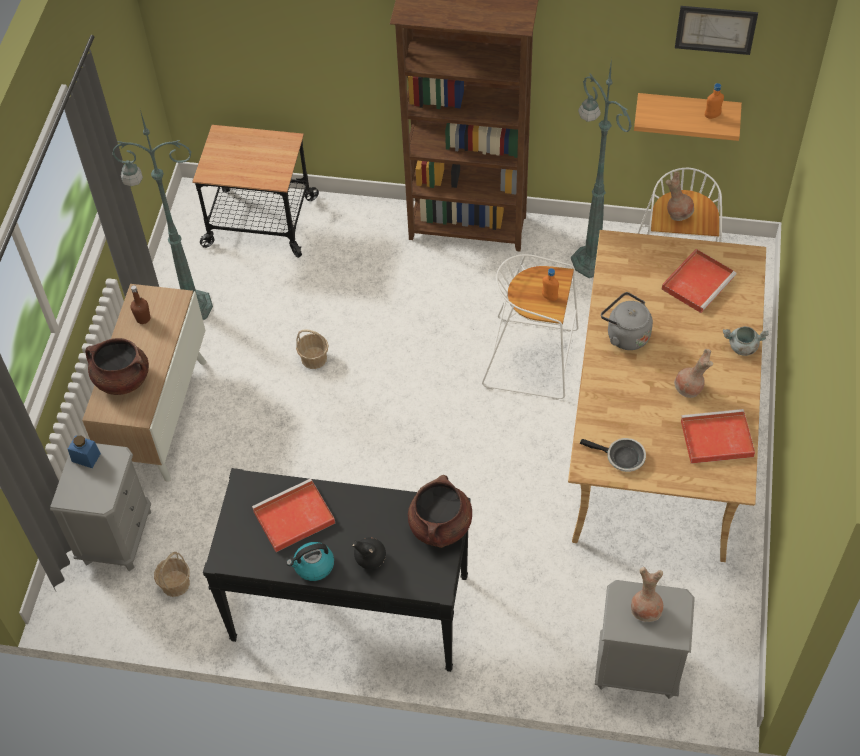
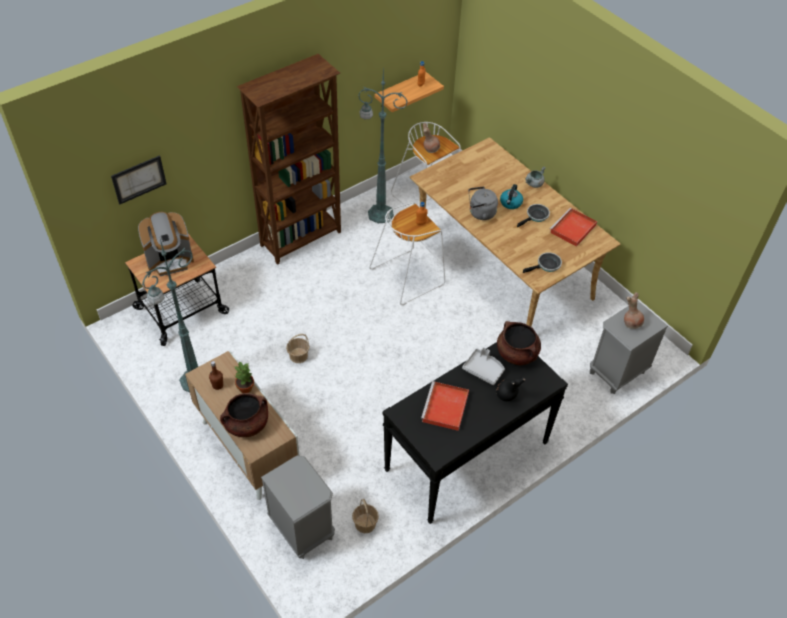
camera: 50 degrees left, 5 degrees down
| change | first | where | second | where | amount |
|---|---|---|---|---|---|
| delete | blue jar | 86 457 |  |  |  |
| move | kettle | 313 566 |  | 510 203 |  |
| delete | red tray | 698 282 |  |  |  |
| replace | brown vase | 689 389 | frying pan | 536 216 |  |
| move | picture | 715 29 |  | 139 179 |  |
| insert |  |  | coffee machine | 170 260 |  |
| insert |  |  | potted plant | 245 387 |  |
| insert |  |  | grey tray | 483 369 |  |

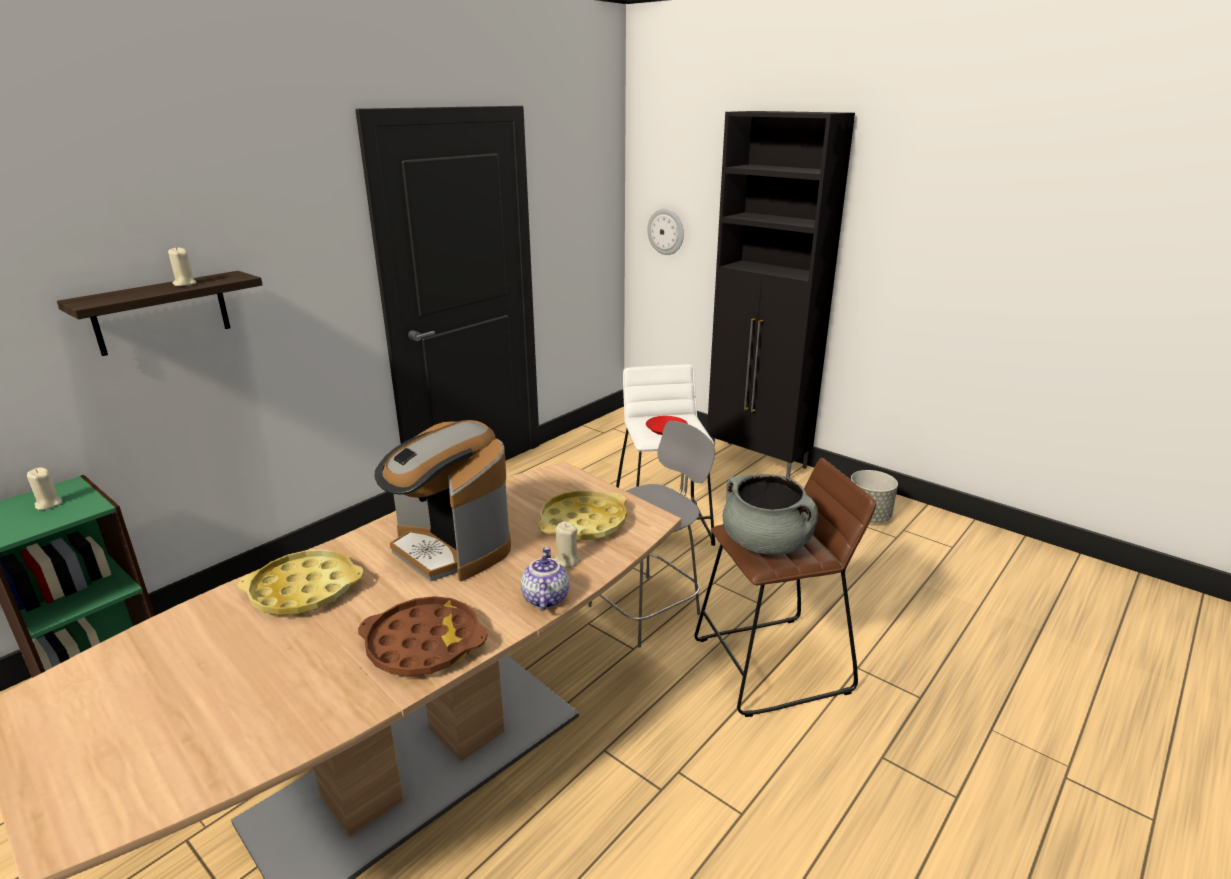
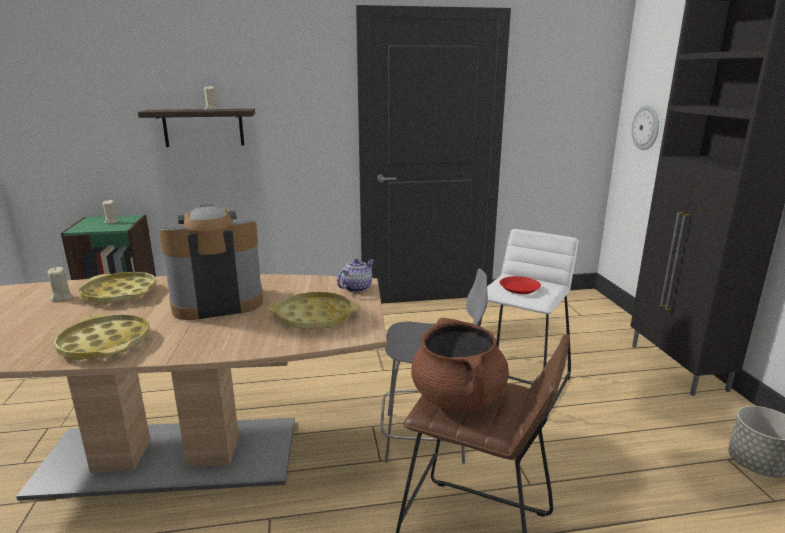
camera: 40 degrees right, 5 degrees down
| change | first | where | second | where | amount |
|---|---|---|---|---|---|
| recolor | brown tray | 424 644 | yellow tray | 105 343 |  |
| rotate | coffee machine | 451 548 |  | 217 301 | 75 degrees clockwise |
| move | teapot | 544 598 |  | 356 288 |  |
| move | beige candle | 566 561 |  | 61 297 |  |
| recolor | grey cooking pot | 766 544 | brown cooking pot | 458 398 |  |

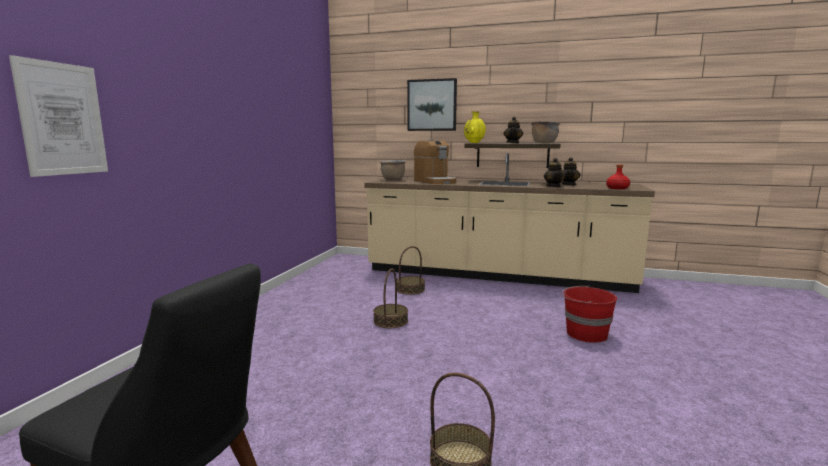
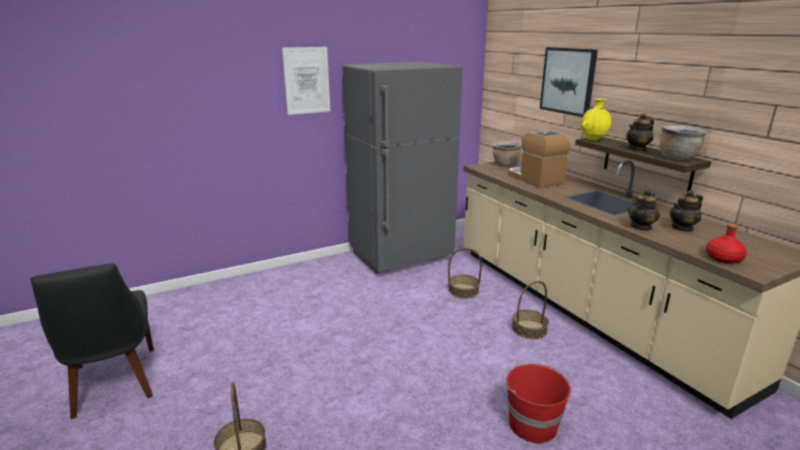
camera: 45 degrees right, 10 degrees up
| change | first | where | second | where | amount |
|---|---|---|---|---|---|
| move | picture | 62 119 |  | 306 80 |  |
| move | basket | 390 321 |  | 529 329 |  |
| rotate | coffee machine | 434 181 |  | 534 179 | 135 degrees clockwise |
| insert |  |  | grey fridge | 402 257 |  |

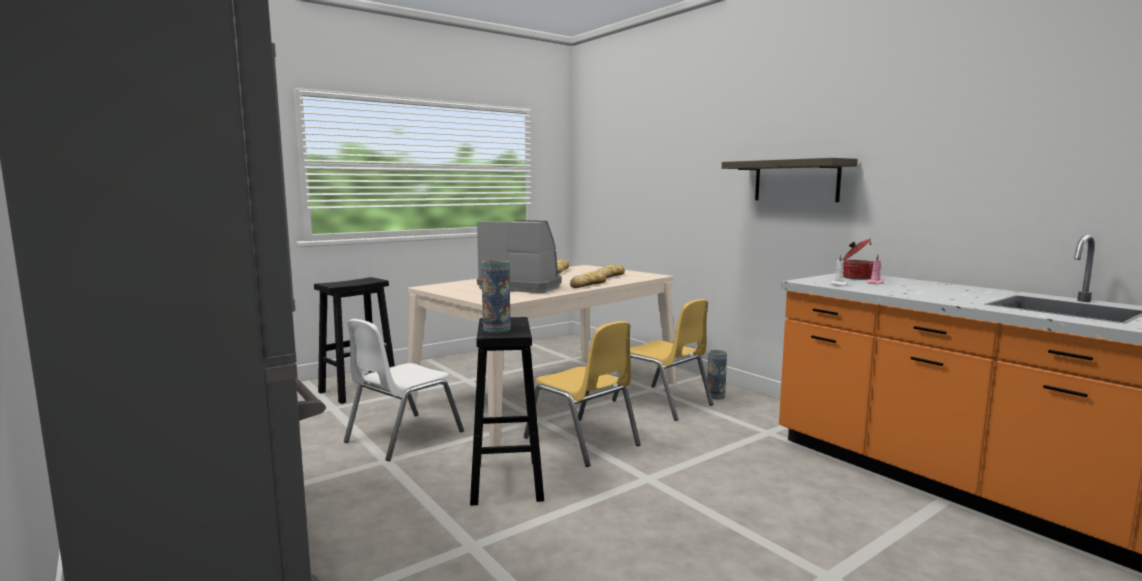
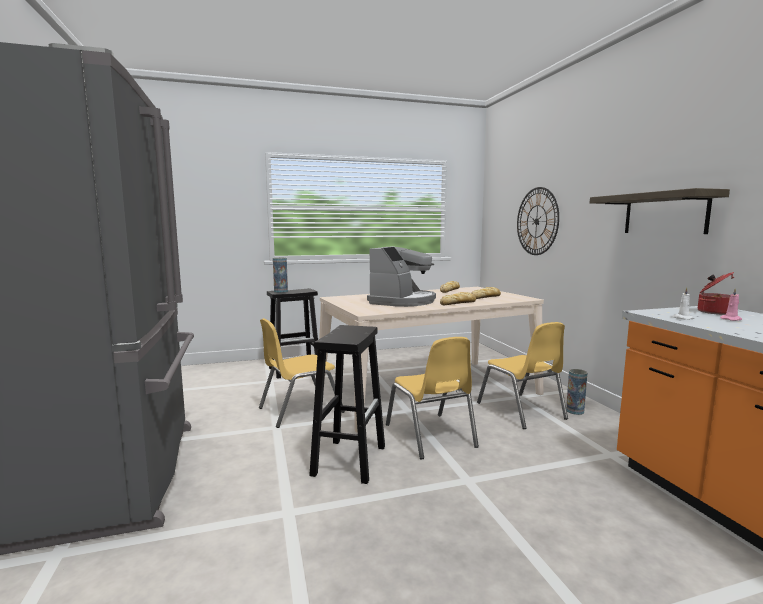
camera: 20 degrees right, 0 degrees up
| change | first | where | second | where | amount |
|---|---|---|---|---|---|
| recolor | white chair | 403 437 | yellow chair | 300 410 |  |
| rotate | coffee machine | 522 286 |  | 403 301 | 75 degrees clockwise |
| move | vase | 496 329 |  | 281 291 |  |
| insert |  |  | wall clock | 536 221 |  |

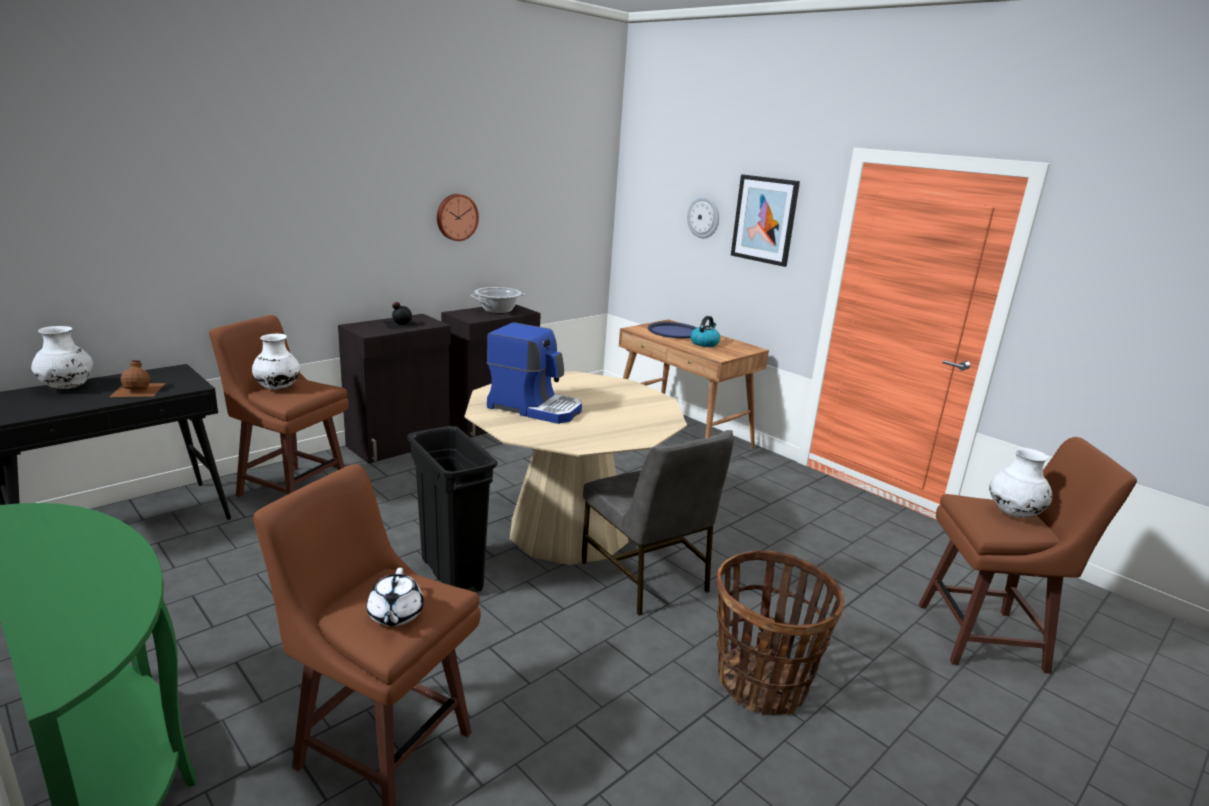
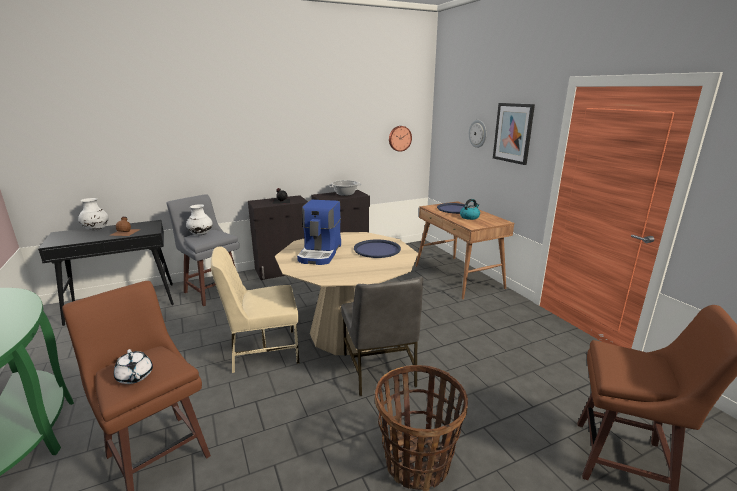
camera: 20 degrees right, 0 degrees up
| change | first | where | second | where | amount |
|---|---|---|---|---|---|
| recolor | brown stool | 291 489 | grey stool | 212 291 |  |
| rotate | white teapot | 395 615 |  | 135 377 | 45 degrees counterclockwise |
| replace | black trash can | 451 574 | beige chair | 263 351 |  |
| move | wall clock | 456 217 |  | 399 138 |  |
| rotate | coffee machine | 535 407 |  | 321 253 | 60 degrees clockwise |
| delete | white vase | 1013 514 |  |  |  |
| insert |  |  | blue tray | 377 249 |  |

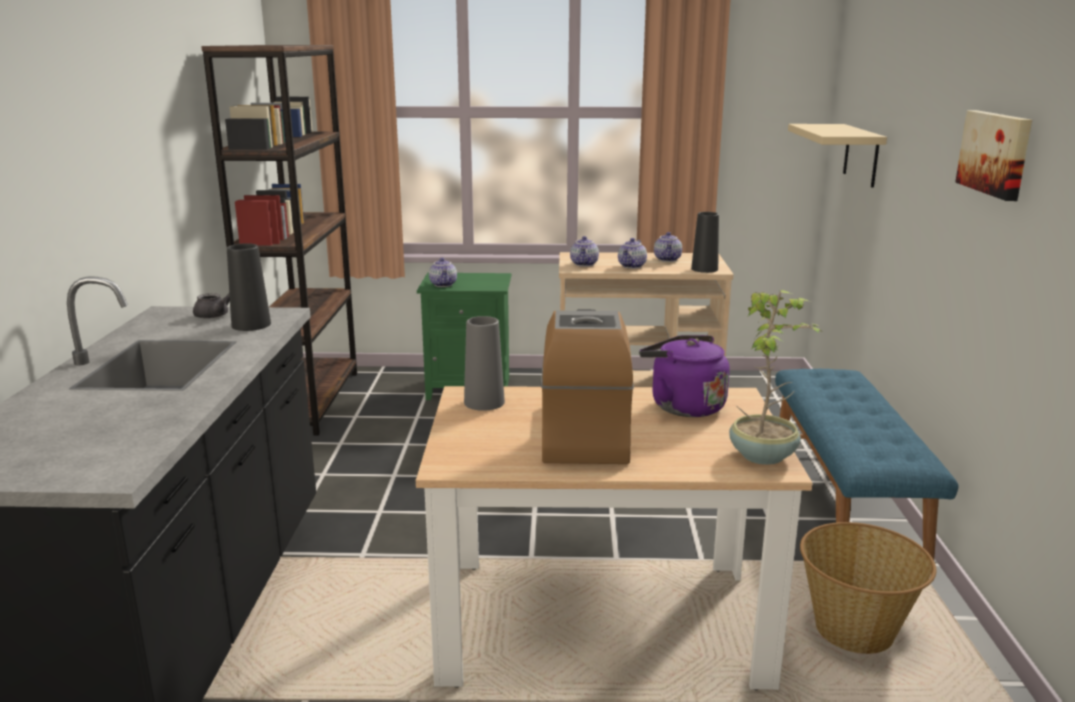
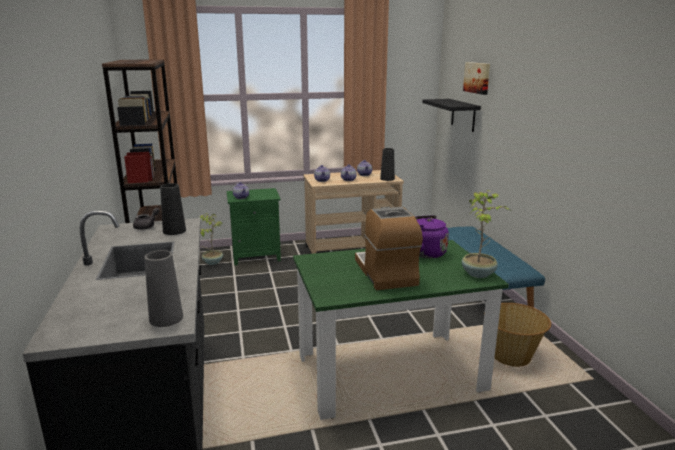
camera: 15 degrees left, 0 degrees up
| change | first | where | second | where | amount |
|---|---|---|---|---|---|
| recolor | beige dining table | 600 623 | green dining table | 390 373 |  |
| move | grey vase | 484 402 |  | 166 318 |  |
| recolor | beige shelf | 861 155 | black shelf | 463 115 |  |
| move | picture | 996 153 |  | 477 78 |  |
| insert |  |  | potted plant | 212 262 |  |

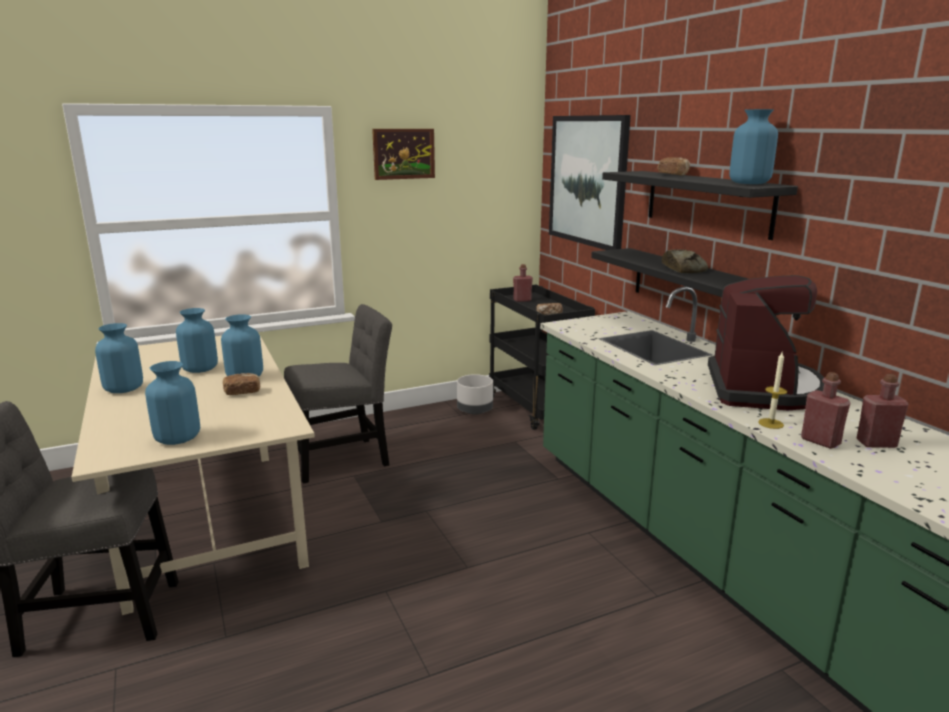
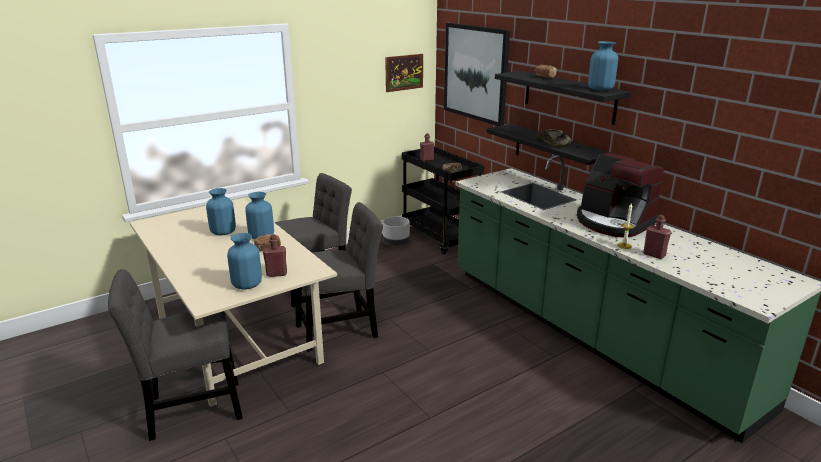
camera: 10 degrees left, 5 degrees up
| change | first | where | second | where | amount |
|---|---|---|---|---|---|
| delete | blue vase | 124 389 |  |  |  |
| move | picture | 404 154 |  | 404 72 |  |
| rotate | coffee machine | 762 389 |  | 613 222 | 135 degrees clockwise |
| move | red bottle | 876 443 |  | 276 274 |  |
| insert |  |  | grey chair | 341 329 |  |

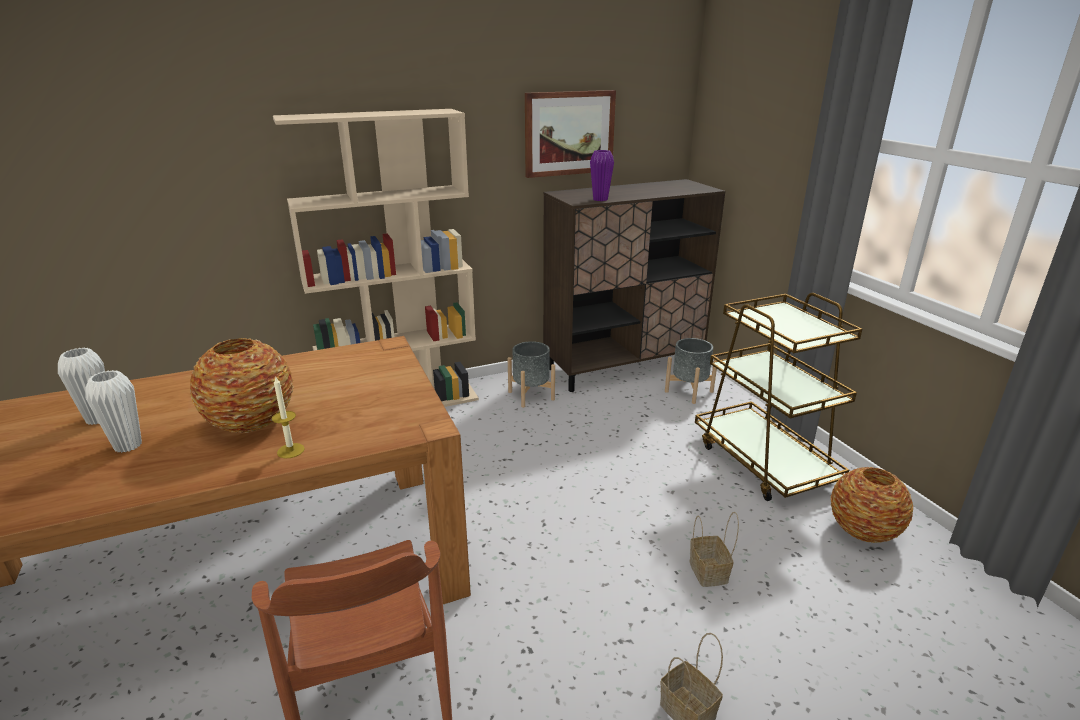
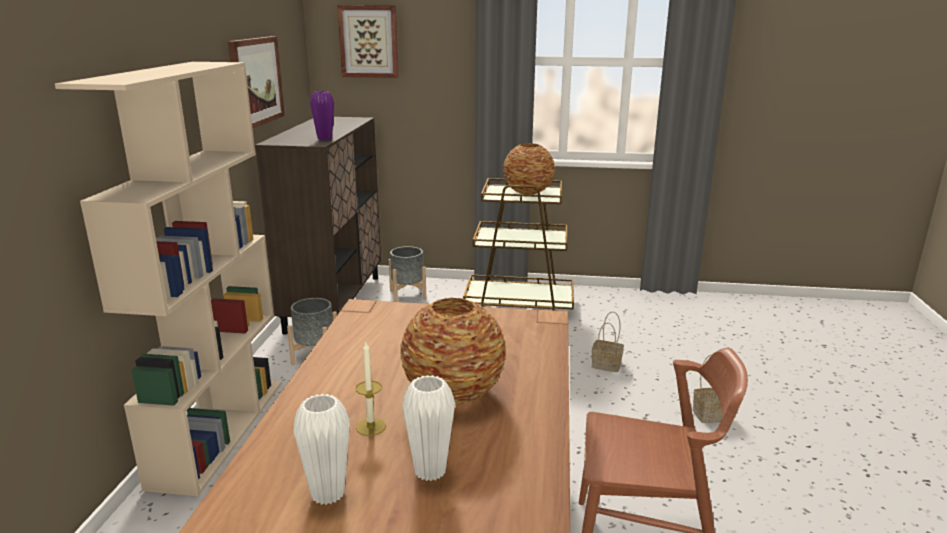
camera: 60 degrees left, 5 degrees down
| change | first | where | second | where | amount |
|---|---|---|---|---|---|
| move | candle | 290 450 |  | 371 427 |  |
| move | vase | 862 530 |  | 527 192 |  |
| insert |  |  | picture | 369 41 |  |

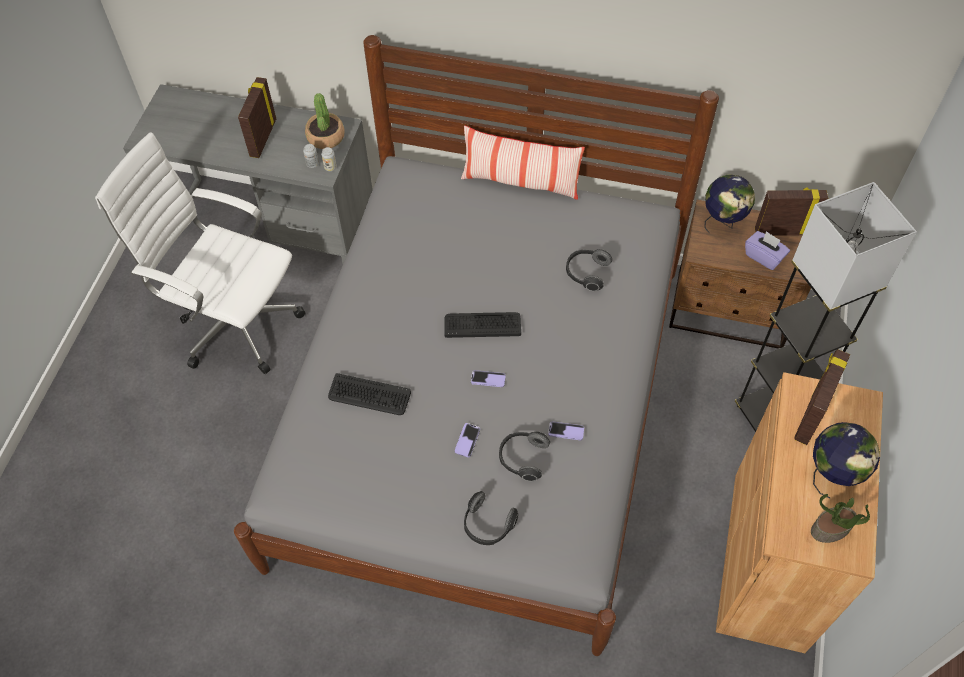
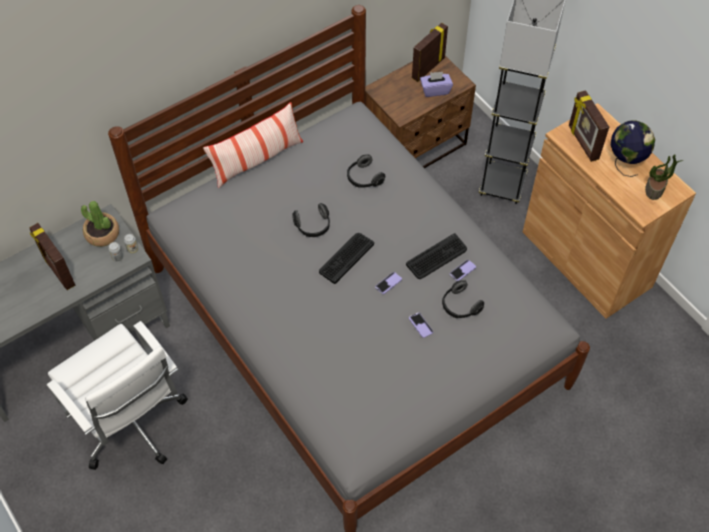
camera: 50 degrees left, 0 degrees up
| change | first | where | second | where | amount |
|---|---|---|---|---|---|
| rotate | white office chair | 234 324 |  | 133 426 | 105 degrees counterclockwise |
| move | keyboard | 369 395 |  | 437 257 |  |
| move | headphones | 487 525 |  | 313 226 |  |
| delete | globe | 722 222 |  |  |  |

